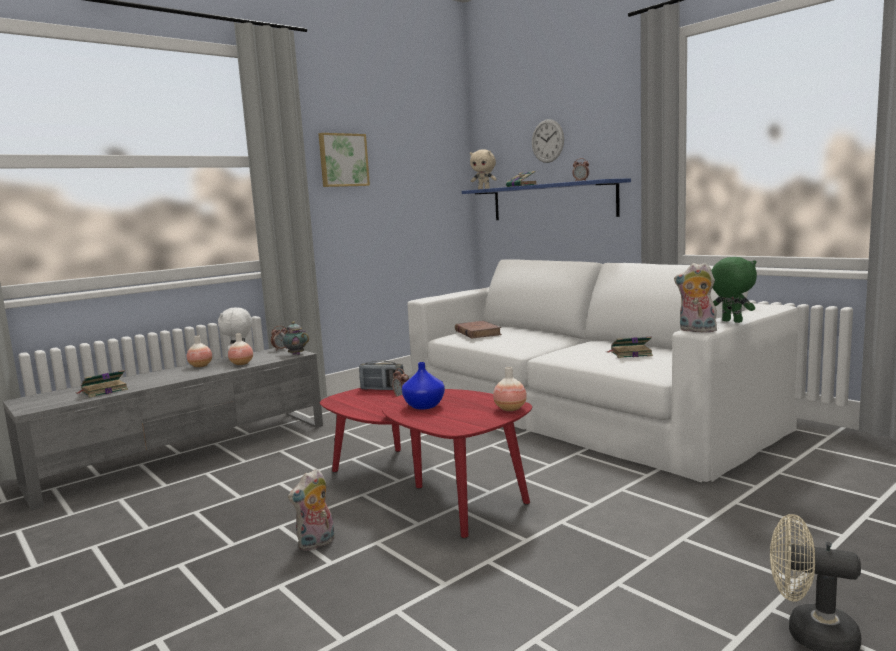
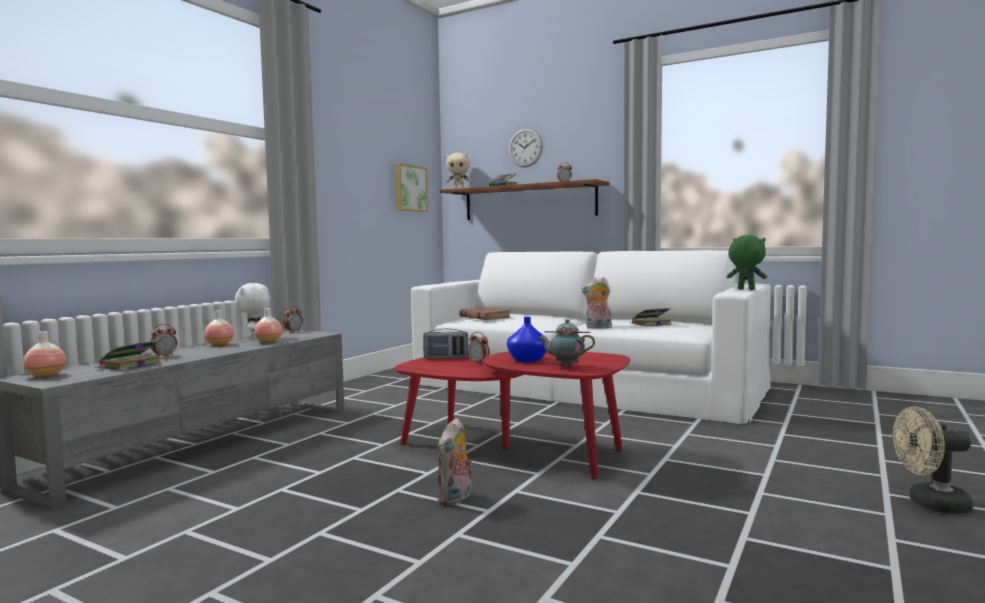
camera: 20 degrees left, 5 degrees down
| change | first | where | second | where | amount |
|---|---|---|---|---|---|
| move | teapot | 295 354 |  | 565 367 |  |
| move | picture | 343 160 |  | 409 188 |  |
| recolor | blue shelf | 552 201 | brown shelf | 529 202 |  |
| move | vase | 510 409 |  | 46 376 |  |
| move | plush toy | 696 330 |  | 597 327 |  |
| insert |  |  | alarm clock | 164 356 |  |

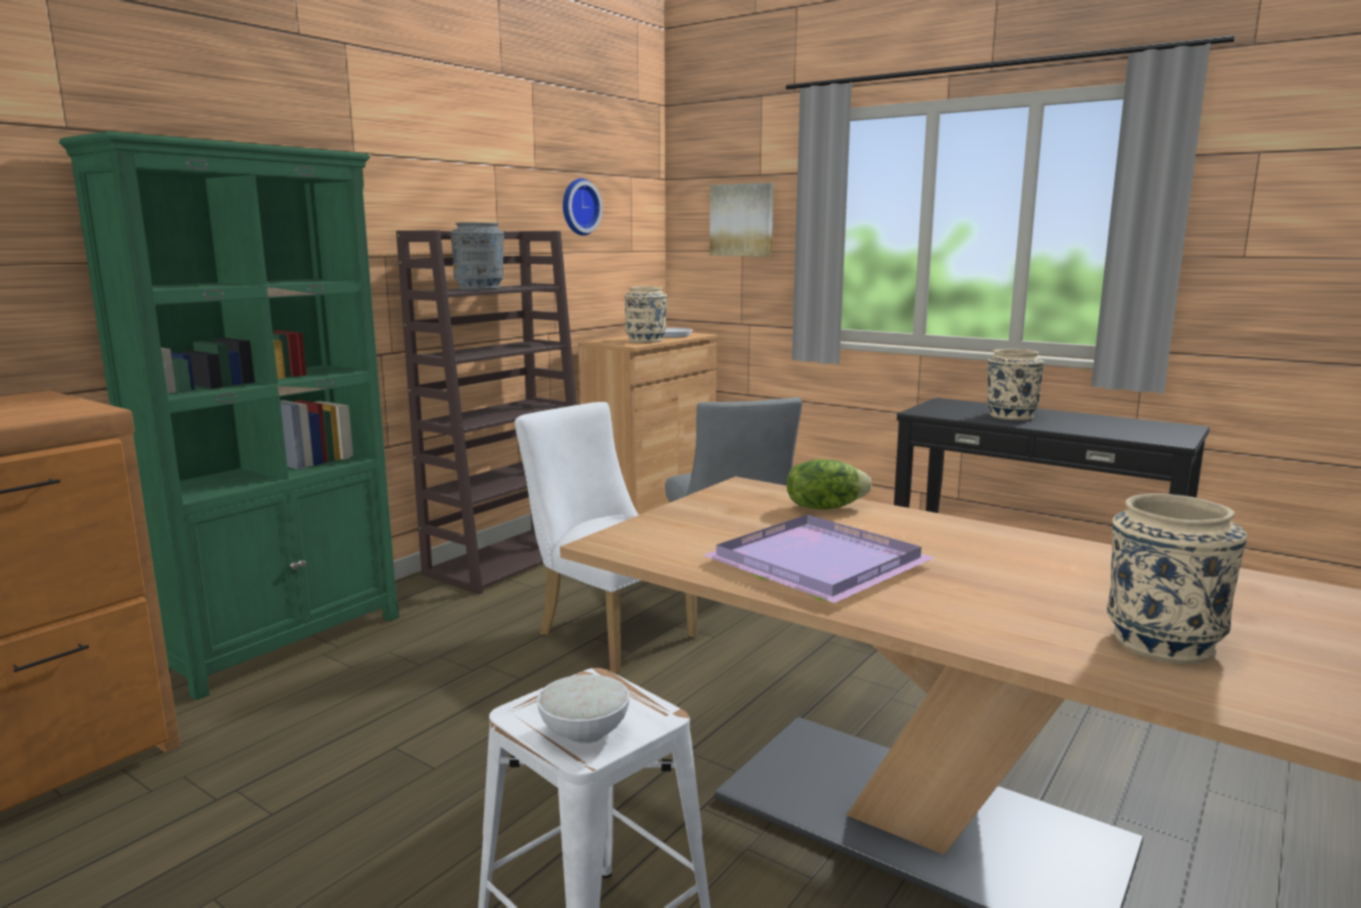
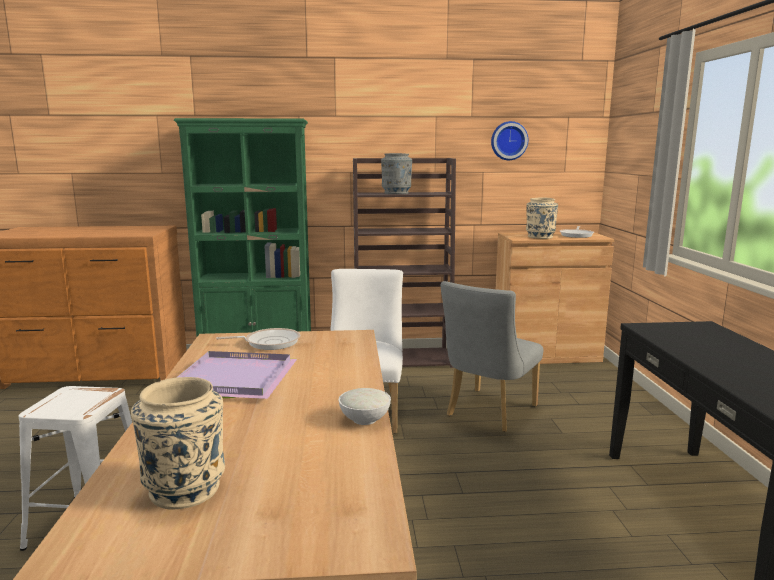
camera: 50 degrees right, 0 degrees up
| change | first | where | second | where | amount |
|---|---|---|---|---|---|
| move | white bowl | 583 733 |  | 364 419 |  |
| delete | picture | 742 220 |  |  |  |
| delete | lettuce | 824 507 |  |  |  |
| delete | beige vase | 1010 416 |  |  |  |
| insert |  |  | frying pan | 269 342 |  |

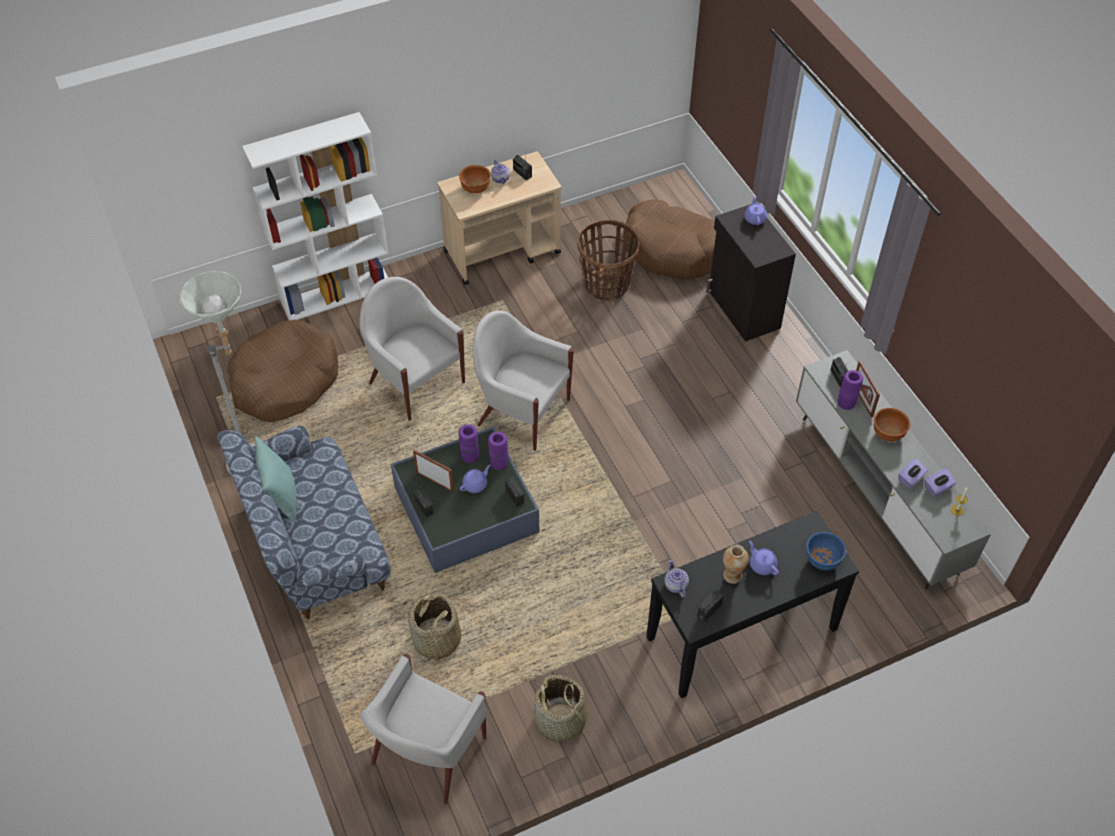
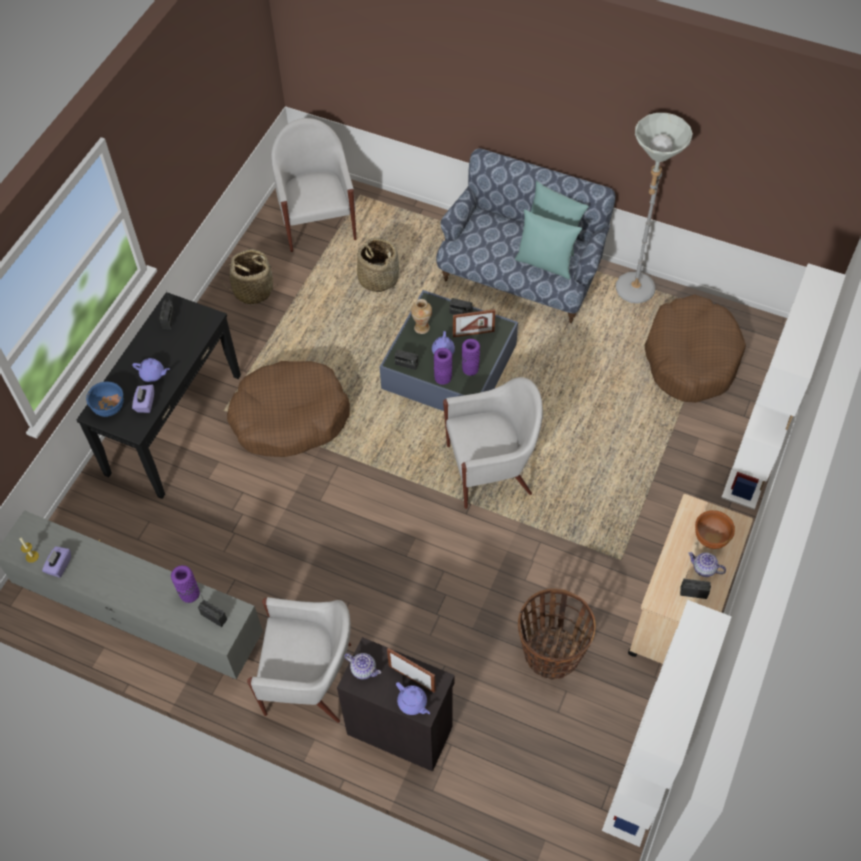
camera: 140 degrees right, 5 degrees up
| change | first | where | second | where | amount |
|---|---|---|---|---|---|
| move | white armchair | 416 381 |  | 310 680 |  |
| move | brown dog bed | 673 250 |  | 290 417 |  |
| move | teapot | 675 585 |  | 364 669 |  |
| move | vase | 732 575 |  | 422 327 |  |
| move | picture frame | 862 400 |  | 412 678 |  |
| delete | brown bowl | 887 434 |  |  |  |
| move | purple tissue box | 911 479 |  | 145 403 |  |
| insert |  |  | turquoise pillow | 545 263 |  |
| insert |  |  | white bookcase | 644 774 |  |

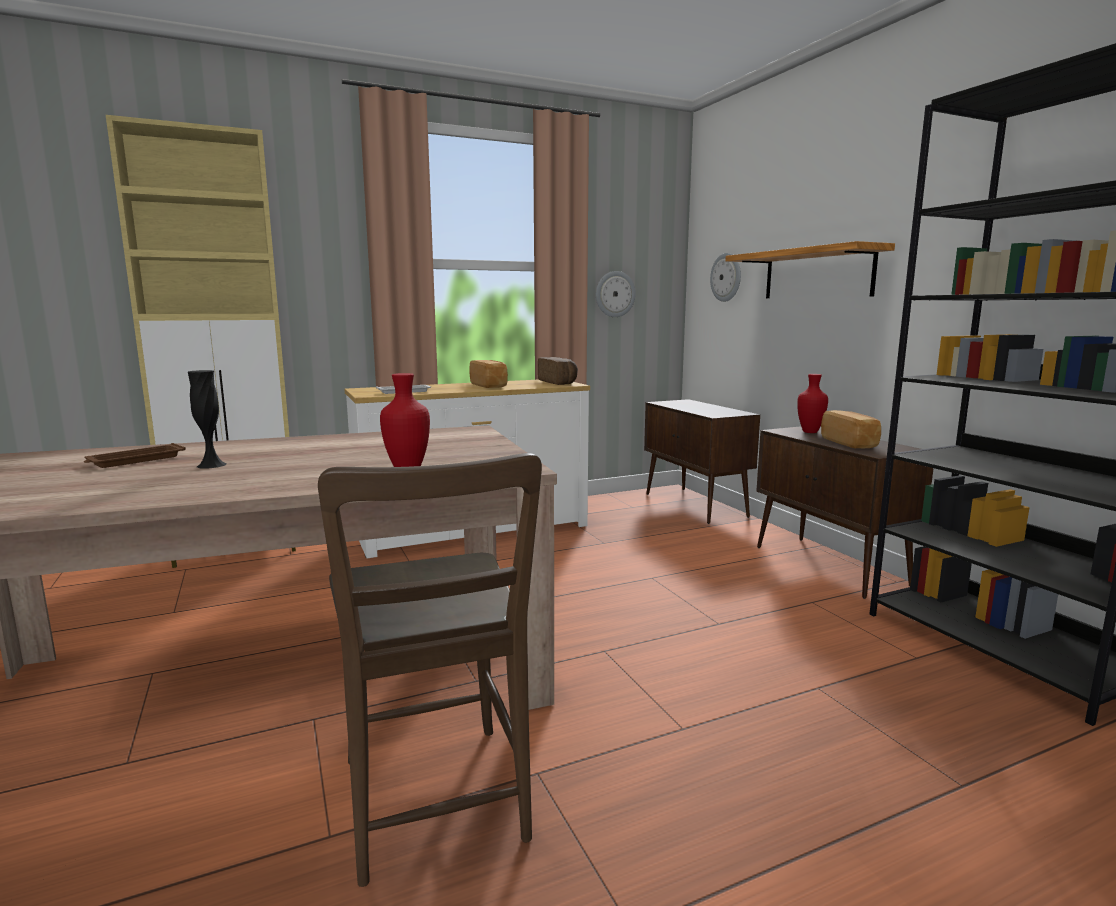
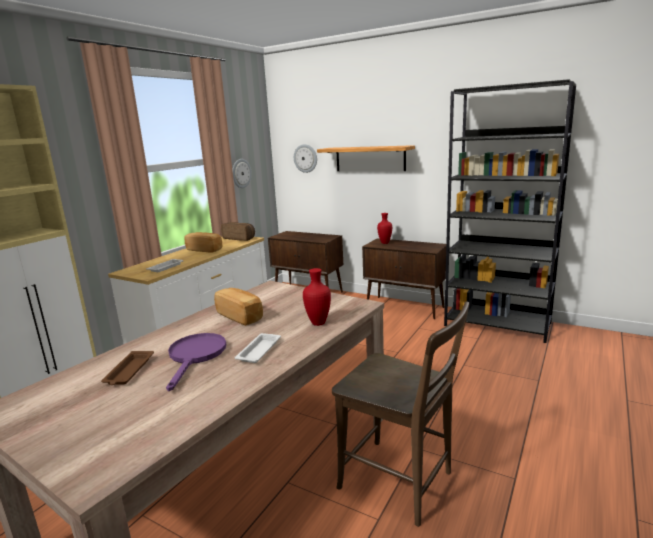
camera: 35 degrees left, 5 degrees up
| change | first | where | second | where | amount |
|---|---|---|---|---|---|
| replace | black vase | 211 465 | purple frying pan | 196 356 |  |
| move | bread | 849 443 |  | 240 316 |  |
| insert |  |  | white tray | 260 350 |  |

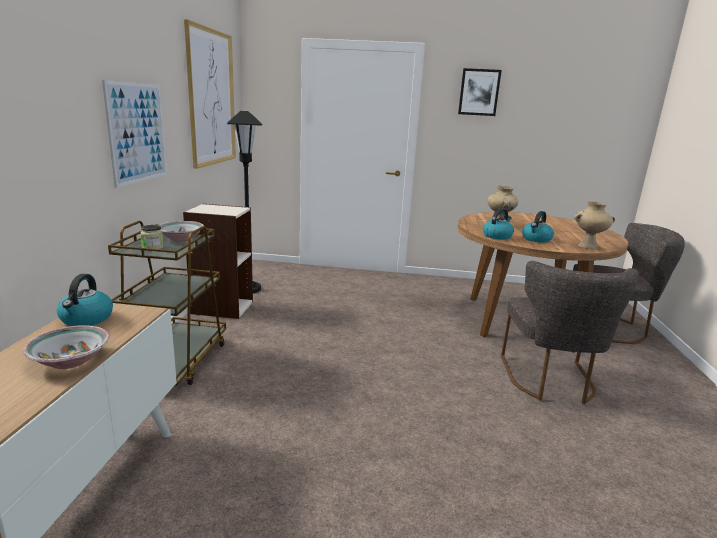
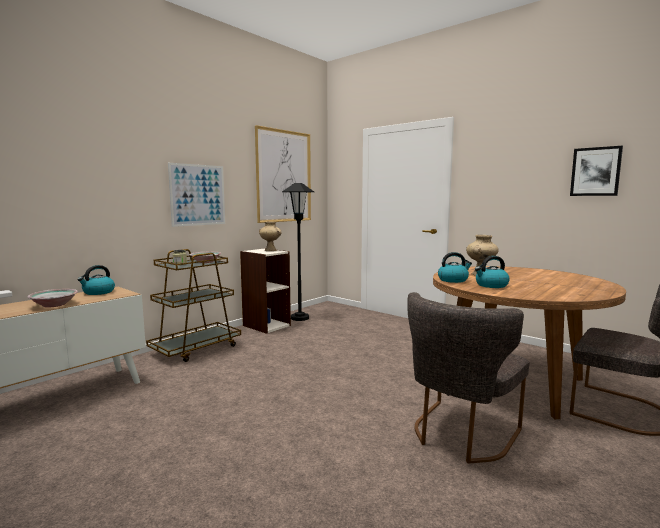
camera: 35 degrees right, 10 degrees down
| change | first | where | second | where | amount |
|---|---|---|---|---|---|
| move | picture | 479 92 |  | 595 171 |  |
| move | beige vase | 588 246 |  | 271 250 |  |

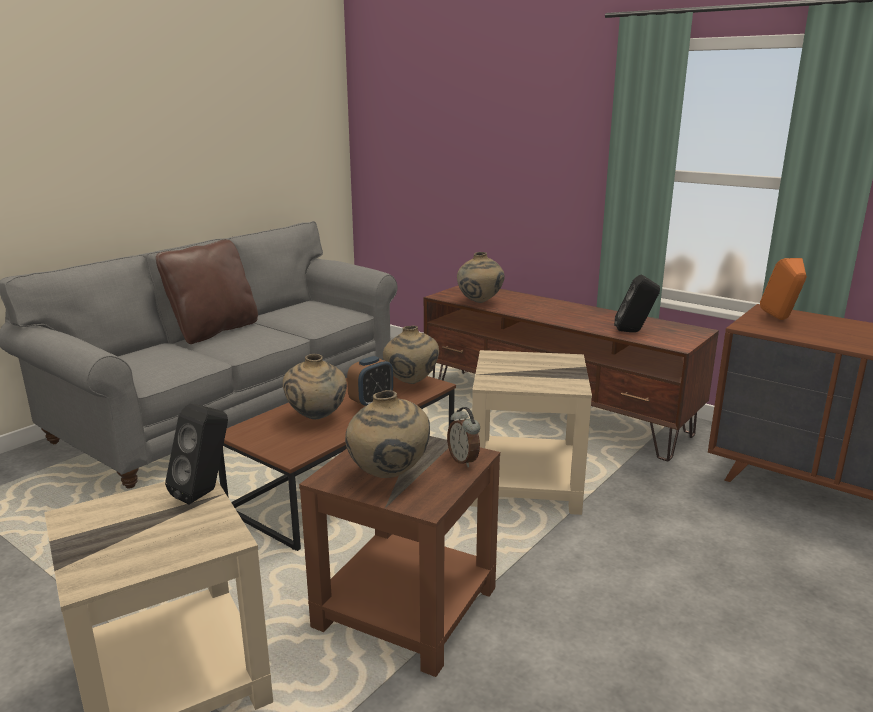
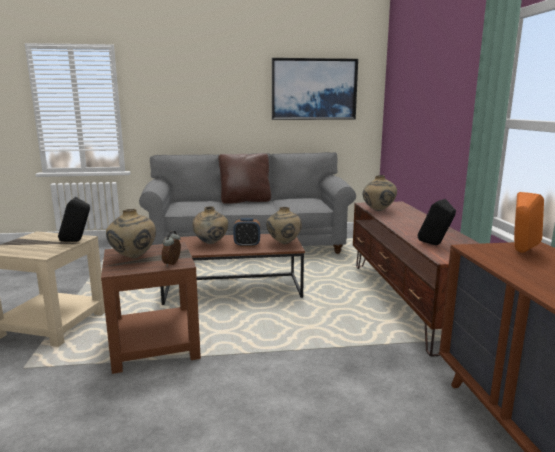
camera: 45 degrees right, 5 degrees down
| change | first | where | second | where | amount |
|---|---|---|---|---|---|
| delete | beige side table | 527 482 |  |  |  |
| insert |  |  | picture | 314 89 |  |

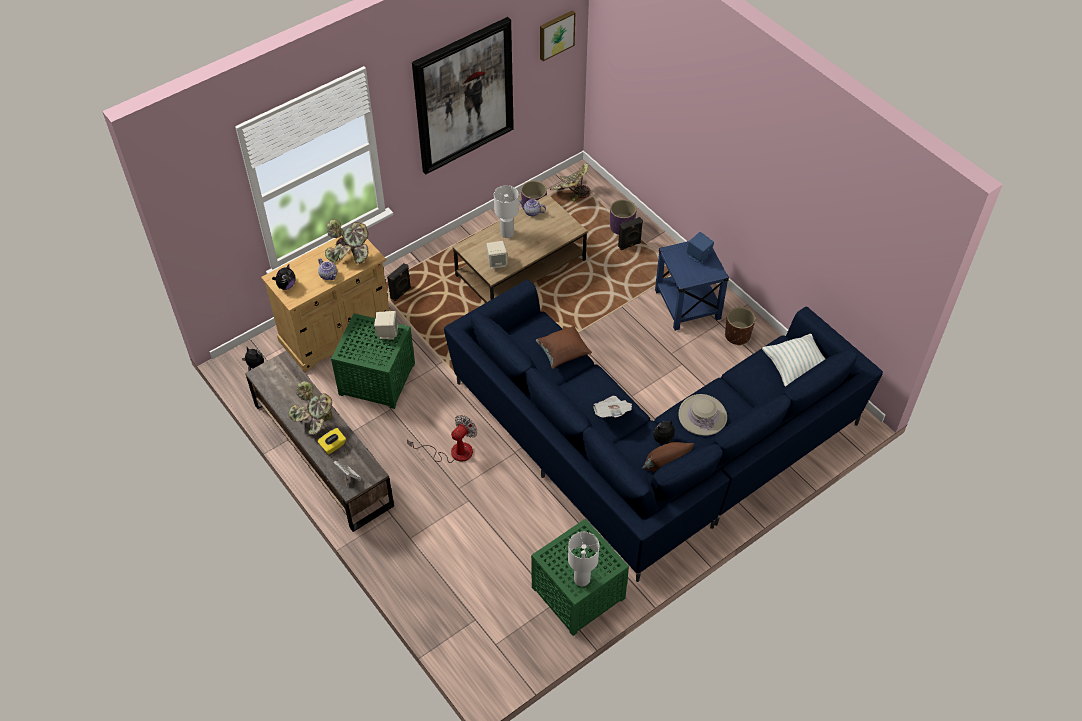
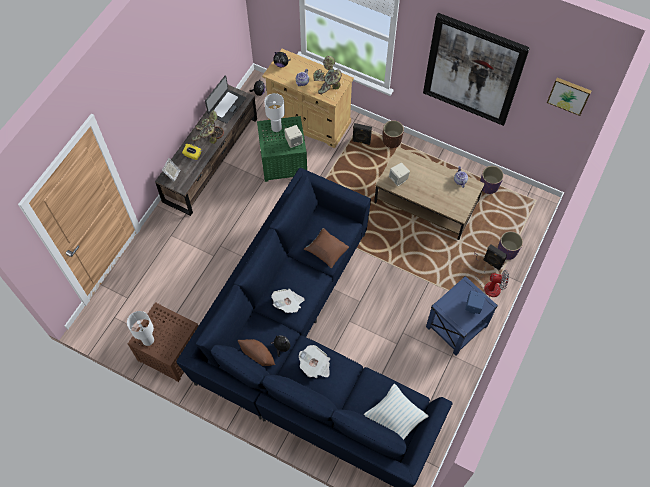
camera: 65 degrees right, 10 degrees up
| change | first | where | second | where | amount |
|---|---|---|---|---|---|
| move | fan | 453 452 |  | 489 284 |  |
| move | white table lamp | 506 233 |  | 276 128 |  |
| recolor | green side table | 578 594 | brown side table | 169 351 |  |
| delete | potted plant | 570 192 |  |  |  |
| replace | beige hat | 702 416 | newspaper | 315 366 |  |
| move | brown planter | 737 335 |  | 392 141 |  |
| insert |  |  | laptop | 226 106 |  |

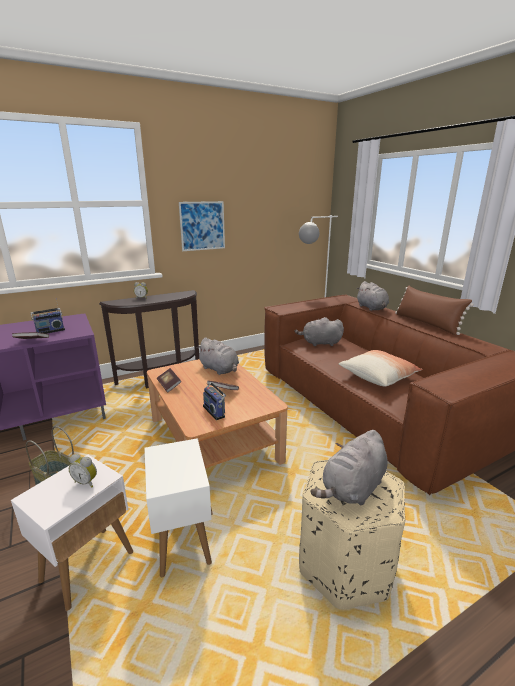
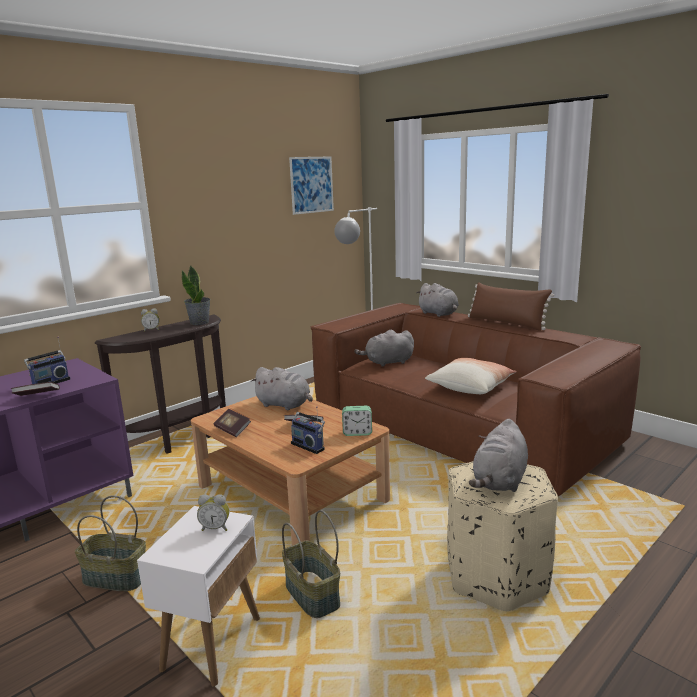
camera: 15 degrees left, 5 degrees down
| change | first | where | second | where | amount |
|---|---|---|---|---|---|
| replace | white side table | 182 540 | basket | 311 595 |  |
| move | picture | 202 226 |  | 311 185 |  |
| insert |  |  | potted plant | 200 322 |  |
| insert |  |  | alarm clock | 357 433 |  |

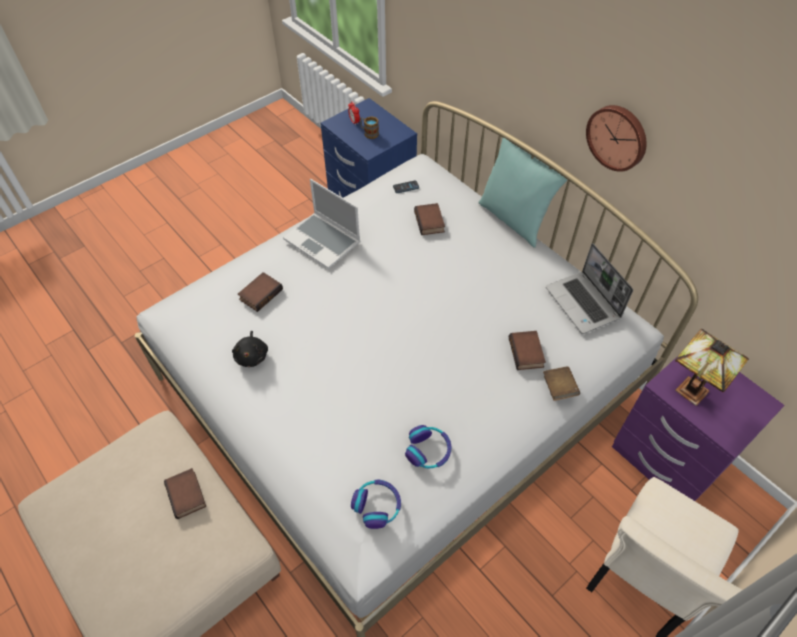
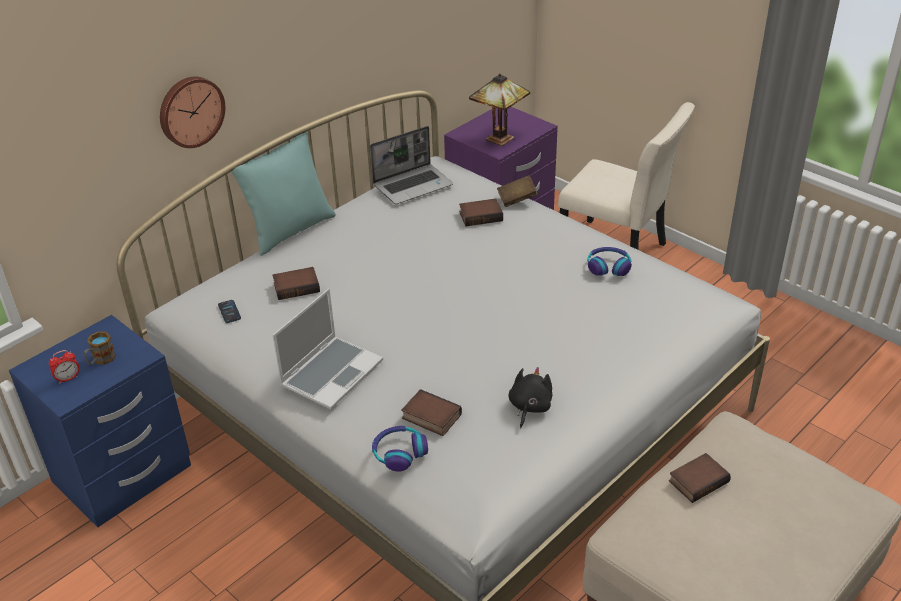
camera: 95 degrees left, 15 degrees down
| change | first | where | second | where | amount |
|---|---|---|---|---|---|
| rotate | black plush toy | 252 355 |  | 529 407 | 60 degrees counterclockwise |
| move | headphones | 377 506 |  | 399 453 |  |
| move | wall clock | 618 137 |  | 190 111 |  |

